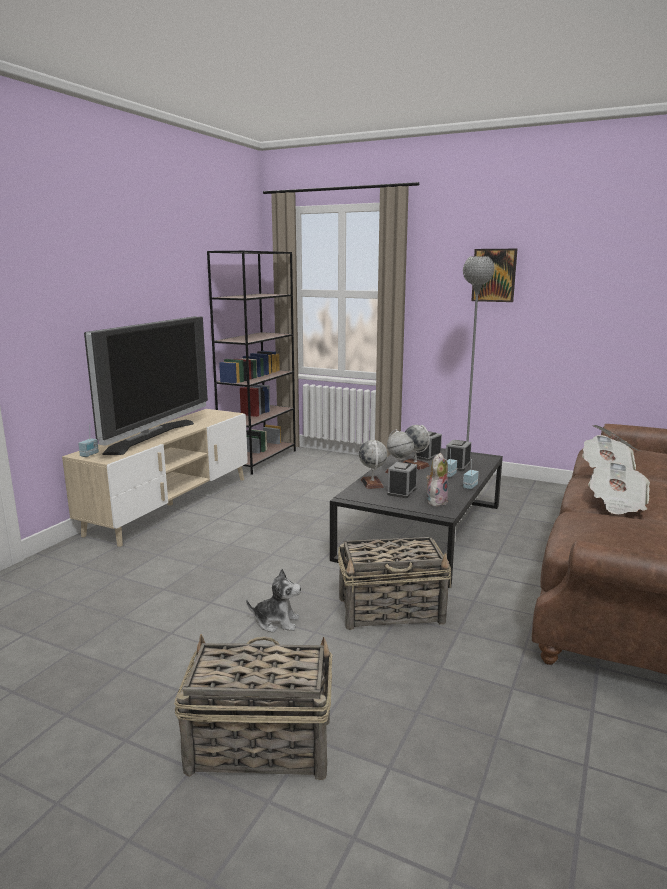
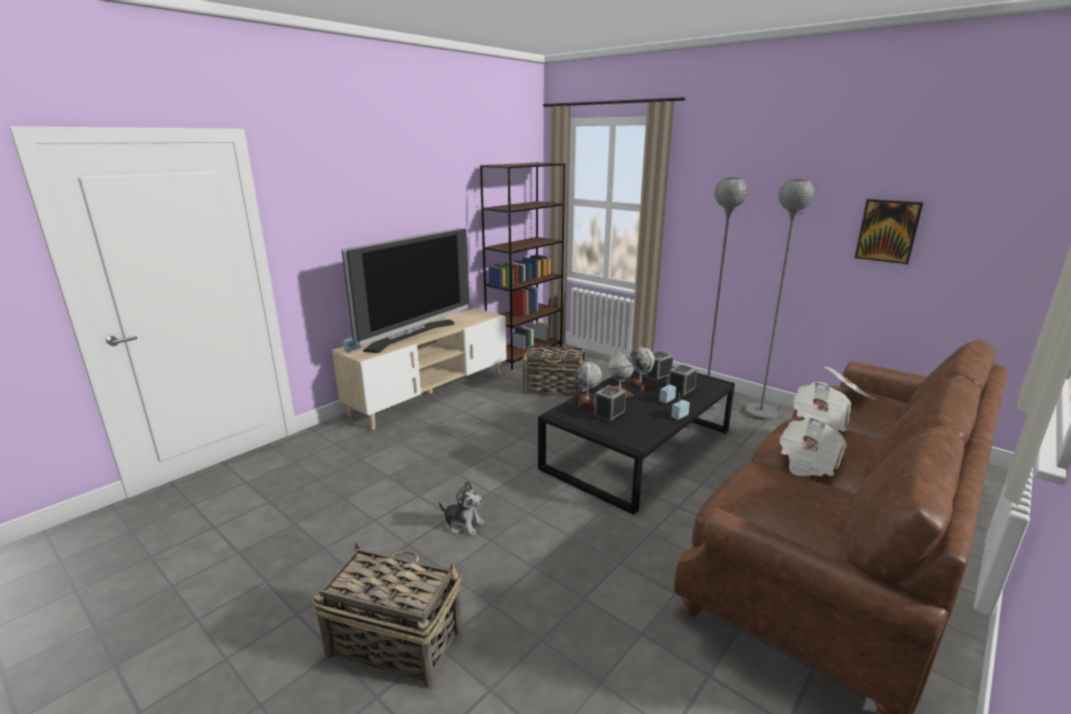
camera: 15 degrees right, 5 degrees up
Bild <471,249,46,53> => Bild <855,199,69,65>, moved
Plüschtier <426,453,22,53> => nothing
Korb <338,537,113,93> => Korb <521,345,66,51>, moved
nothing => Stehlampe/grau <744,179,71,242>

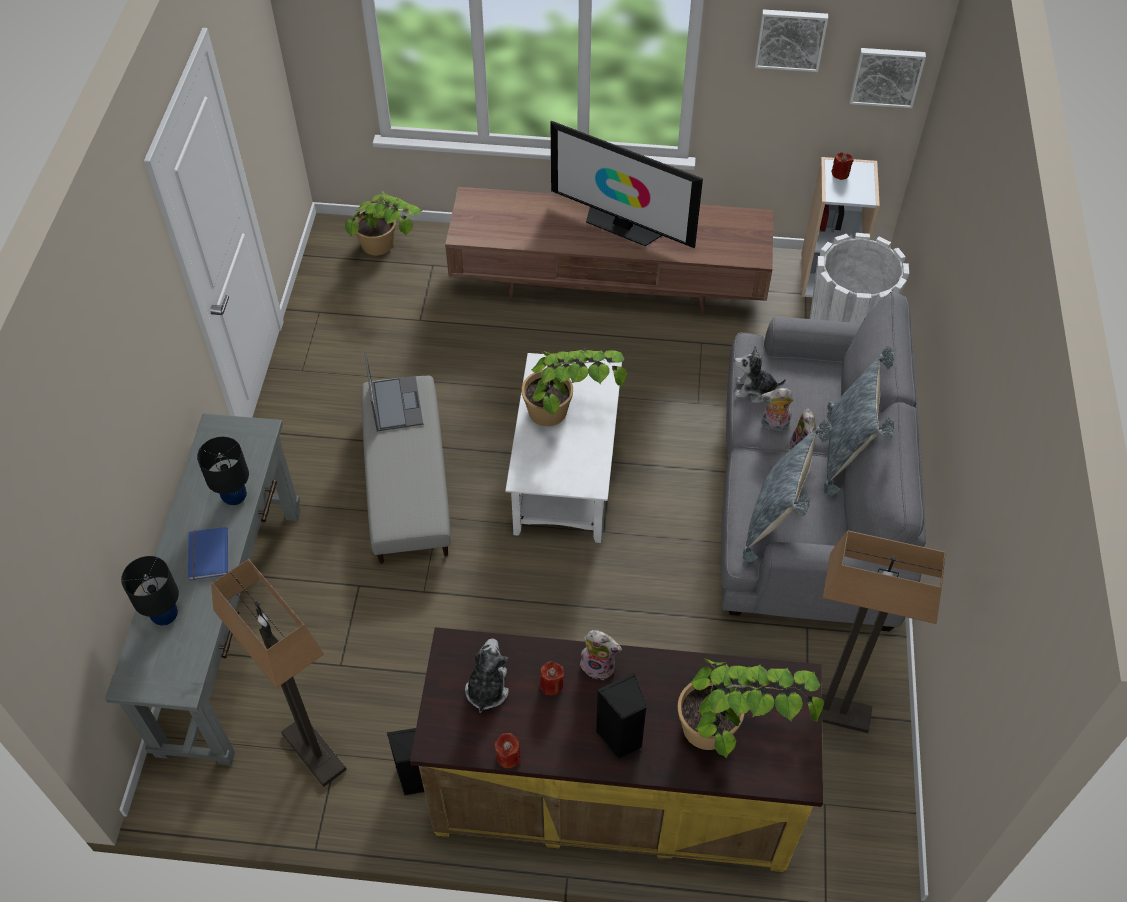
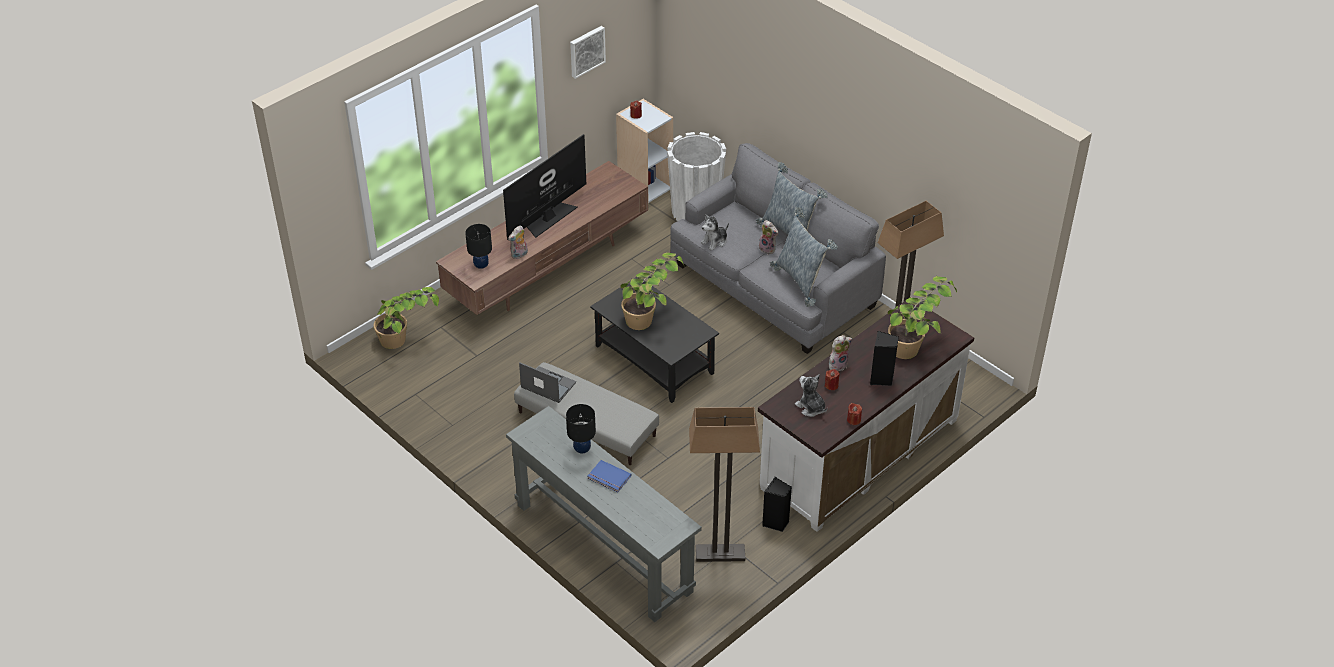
camera: 50 degrees left, 10 degrees down
Bild <850,48,76,60> => nothing
Fernseher <551,121,152,127> => Fernseher <503,134,83,106>, 150 degrees clockwise
Couchtisch/weiß <505,353,117,190> => Couchtisch/schwarz <590,277,129,126>
Plüschtier <761,388,33,43> => Plüschtier <508,225,20,34>, moved
Tischlampe/schwarz <121,556,58,70> => Tischlampe/schwarz <465,224,27,45>, moved
Schrank/gelb <410,627,413,245> => Schrank/weiß <758,301,216,231>

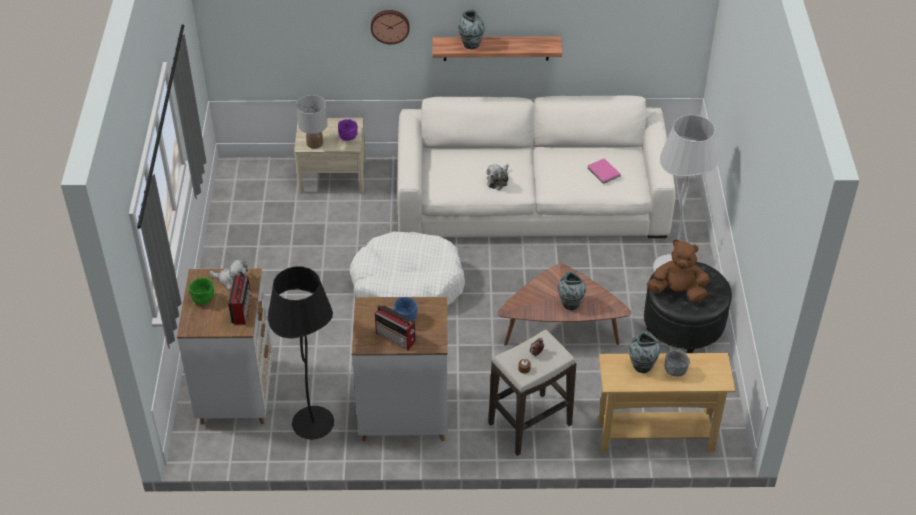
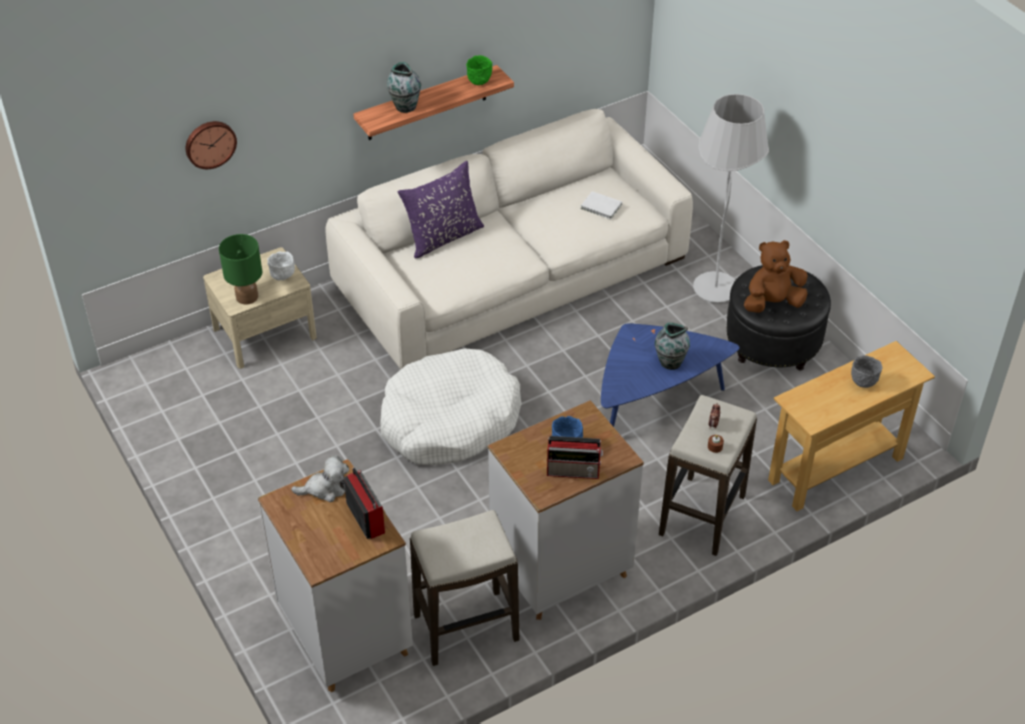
camera: 30 degrees left, 0 degrees up
Wanduhr <371,10,39,34> => Wanduhr <185,121,52,48>, moved
Tischlampe/grau <296,95,32,54> => Tischlampe/grün <219,234,43,71>
Schüssel/lila <338,119,20,22> => Schüssel/weiß <267,251,28,29>
Buch/rosa <587,158,34,26> => Buch/weiß <581,191,41,28>
Plüschtier <487,164,22,26> => nothing
Couchtisch/braun <497,264,134,82> => Couchtisch/blau <601,323,138,104>
Stehlampe/schwarz <268,266,66,173> => Hocker <410,510,109,156>
Schüssel/grün <189,277,25,28> => Schüssel/grün <466,55,26,30>, moved
Vase <628,331,32,42> => nothing
nothing => Kissen/lila <398,161,86,97>

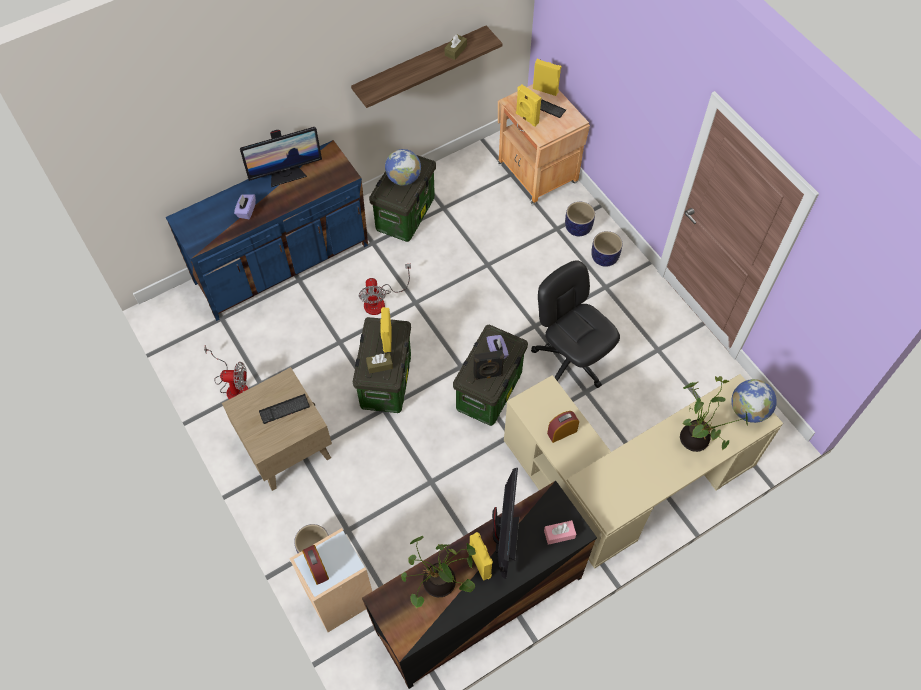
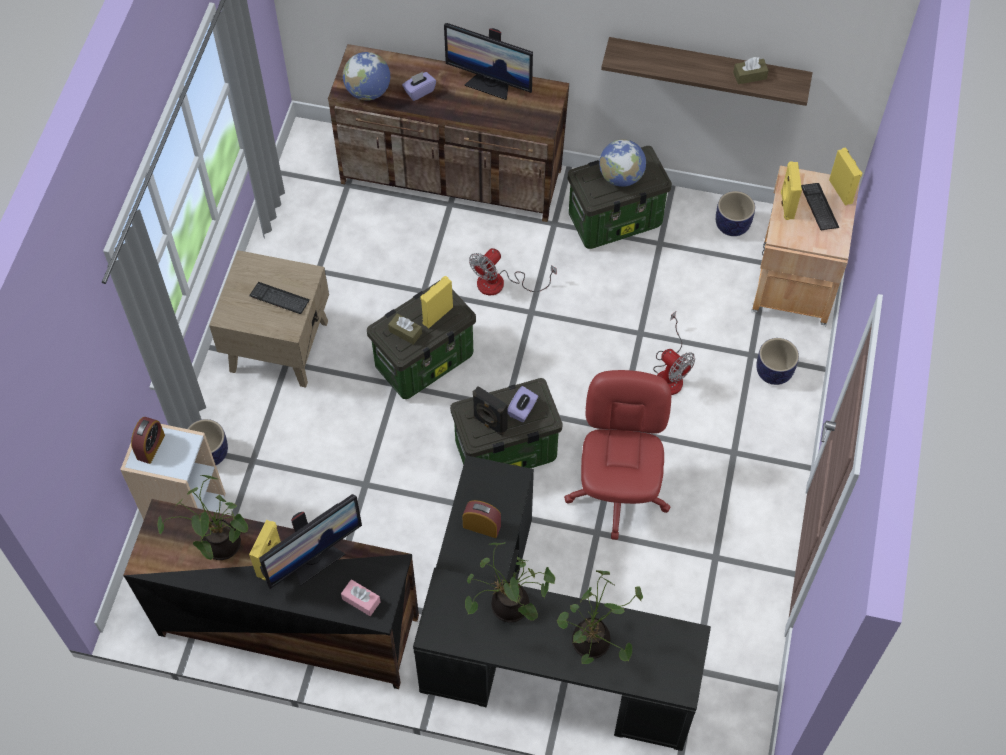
camera: 45 degrees right, 0 degrees up
Schrank/blau <166,140,202,181> => Schrank/braun <328,44,241,178>
Pflanzkübel <591,231,32,36> => Pflanzkübel <716,191,39,45>, moved
Bürostuhl/schwarz <531,260,89,128> => Bürostuhl/rot <564,370,107,170>
Ventilator <204,345,44,54> => Ventilator <653,311,42,84>, moved
Schreibtisch/beige <504,374,279,195> => Schreibtisch/schwarz <413,455,298,296>
Globus <731,379,46,44> => Globus <343,52,47,49>, moved
nothing => Topfpflanze <465,542,90,81>

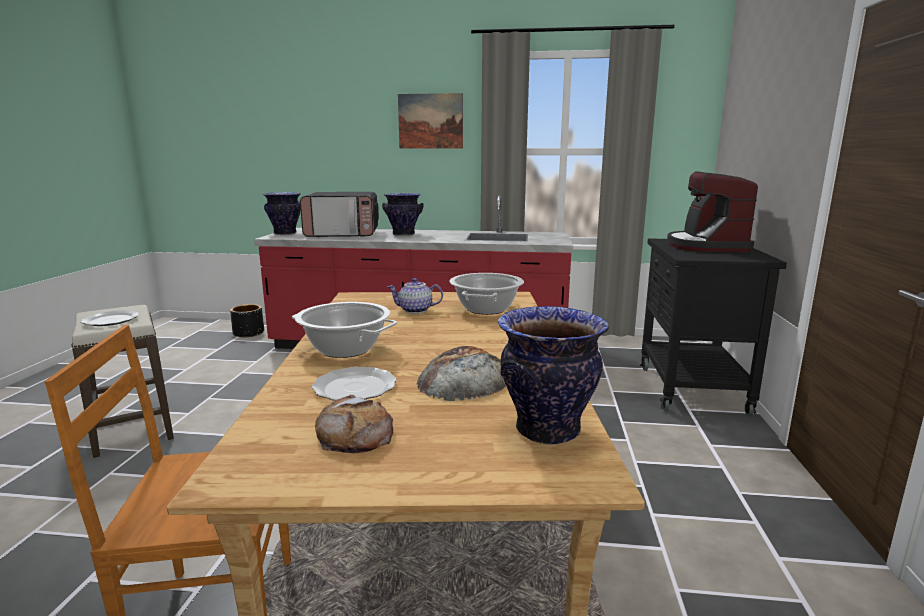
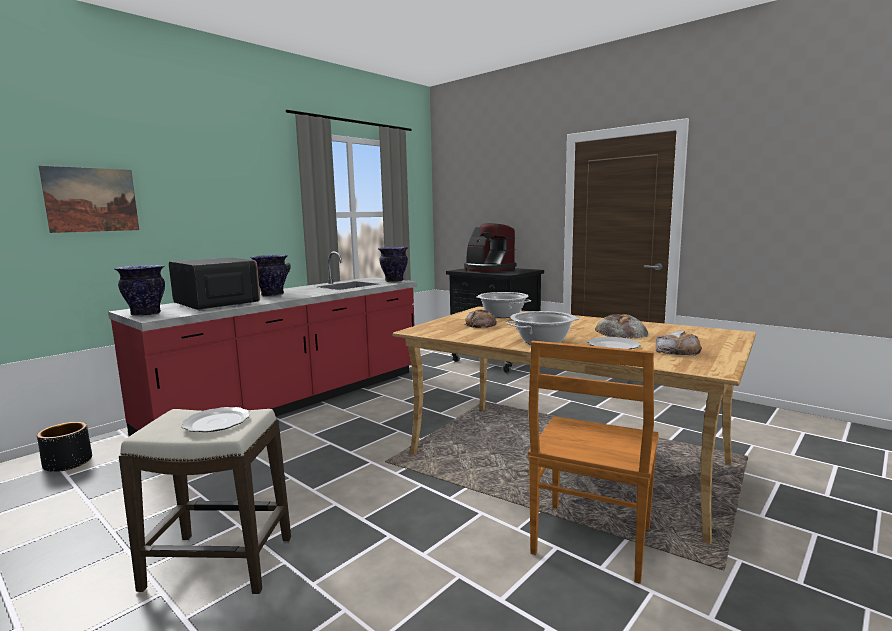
camera: 55 degrees left, 5 degrees down
Bild <398,93,65,55> => Bild <39,166,100,67>, moved
Mikrowelle <300,192,79,45> => Mikrowelle <169,257,91,54>, 75 degrees counterclockwise
Teekanne <387,278,56,36> => Brot <464,310,33,18>
Vase <498,306,111,139> => Vase <378,247,30,35>, moved

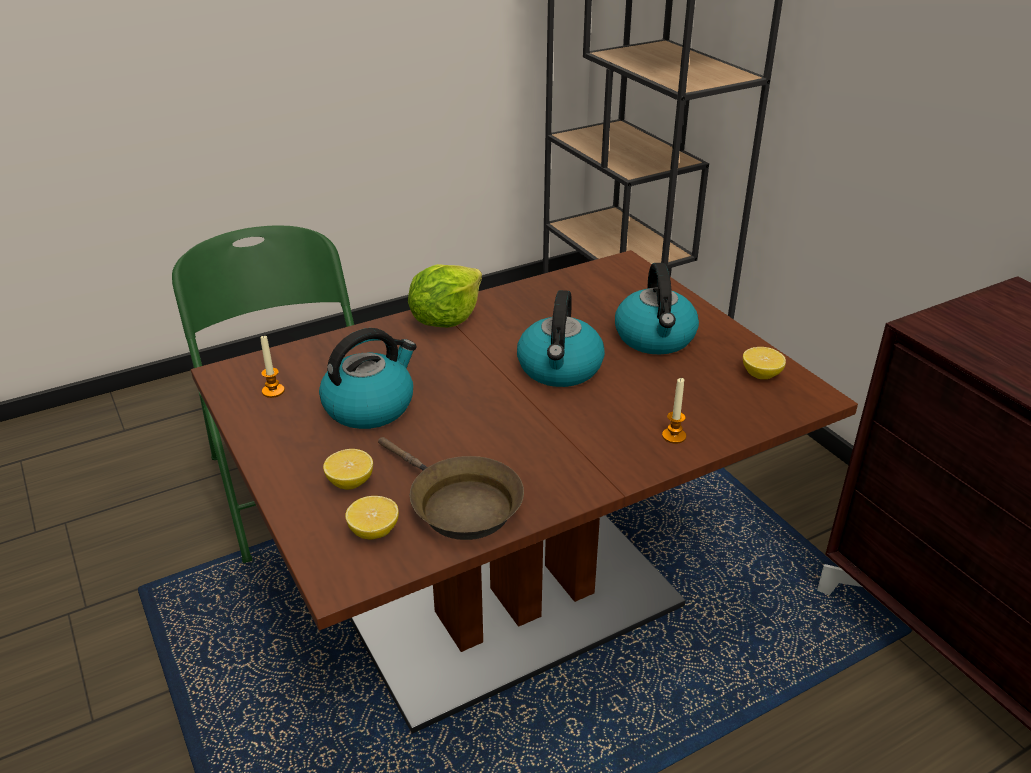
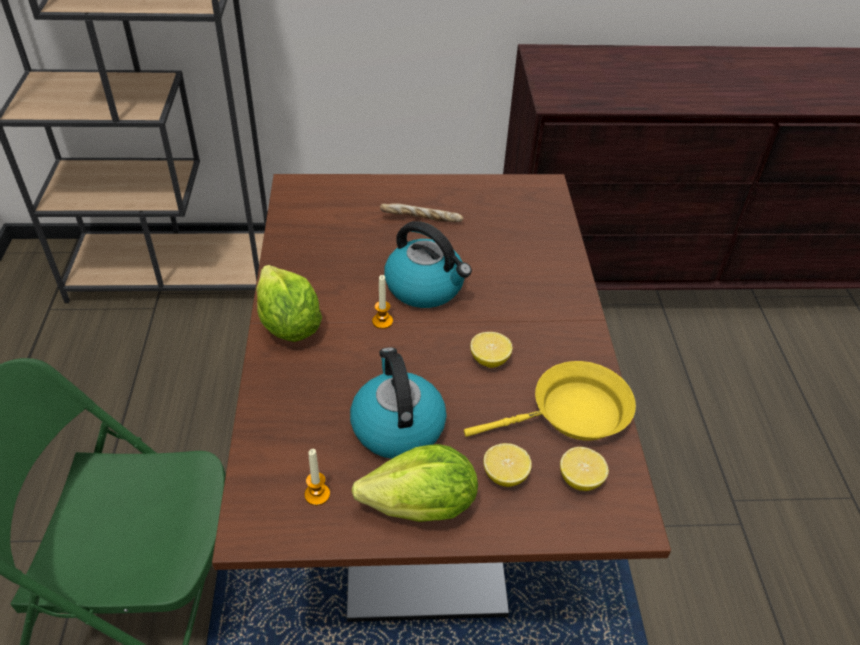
camera: 65 degrees left, 10 degrees up
Wasserkessel <615,263,84,92> => Brot <380,203,83,19>
Zitrone <743,347,43,32> => Zitrone <470,332,42,36>, moved
Kerze <662,378,24,66> => Kerze <372,275,21,54>, moved
Pfanne/braun <378,437,146,103> => Pfanne/gelb <464,361,172,80>
nothing => Salatkopf <351,444,127,78>

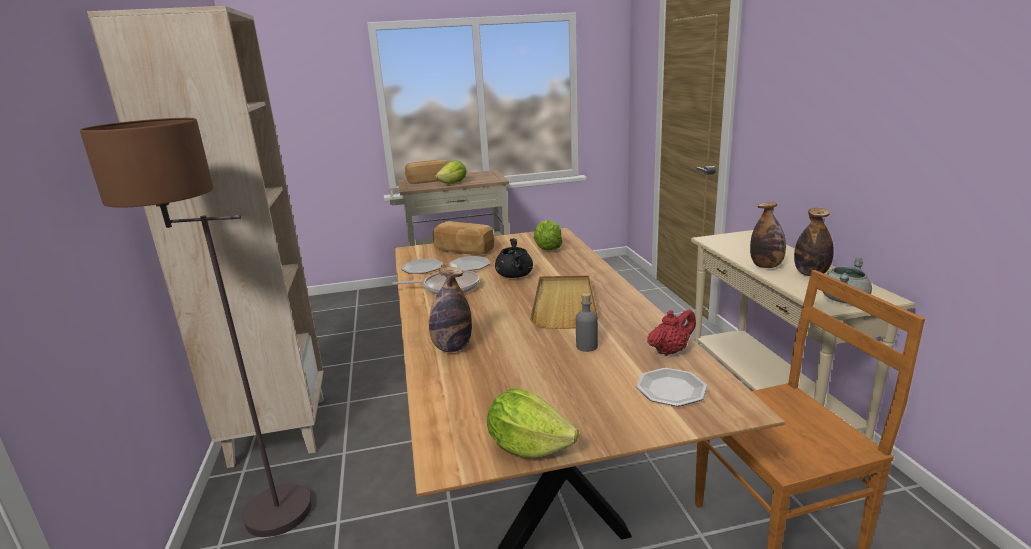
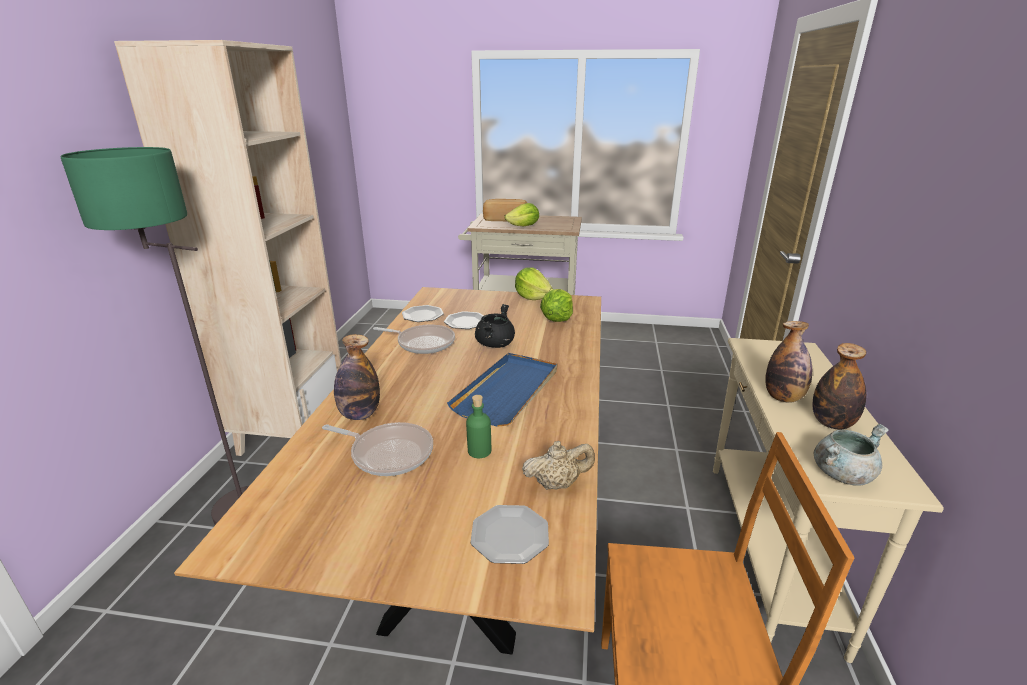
camera: 20 degrees right, 5 degrees up
Stehlampe/braun <80,118,232,419> => Stehlampe/grün <61,147,188,378>
Brot <433,221,61,34> => nothing
Tablett/beige <530,275,68,54> => Tablett/blau <447,353,110,74>
Flasche/grau <576,293,22,59> => Flasche/grün <466,395,25,63>
Teekanne/rot <647,310,49,46> => Teekanne/beige <522,441,73,49>
Salatkopf <487,389,92,69> => Salatkopf <515,267,38,33>, moved
nothing => Pfanne <322,422,111,54>

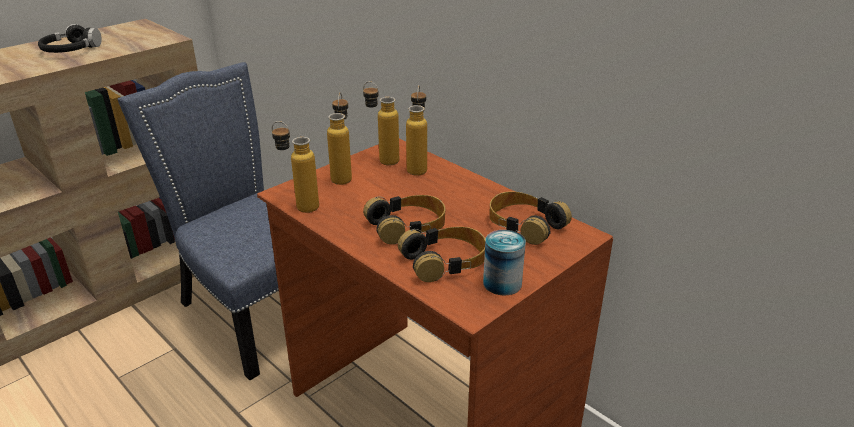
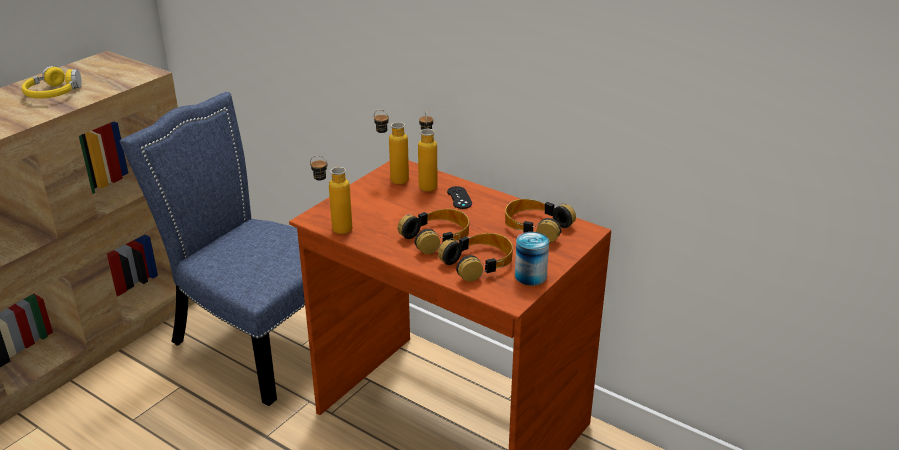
camera: 10 degrees left, 0 degrees up
Kopfhörer/schwarz <38,24,64,29> => Kopfhörer/gelb <22,66,59,33>
Flasche <327,92,25,93> => nothing
nothing => Gamepad/schwarz <447,186,25,23>

